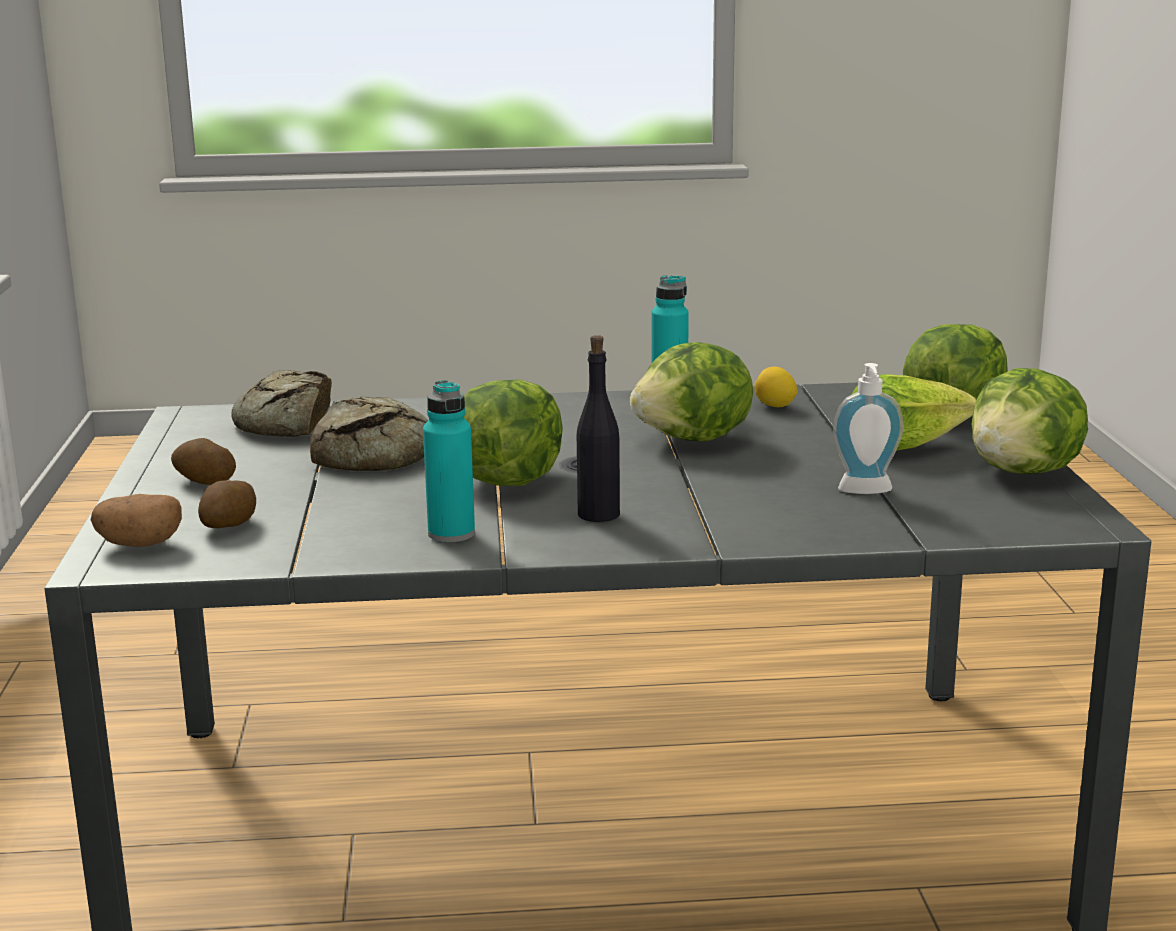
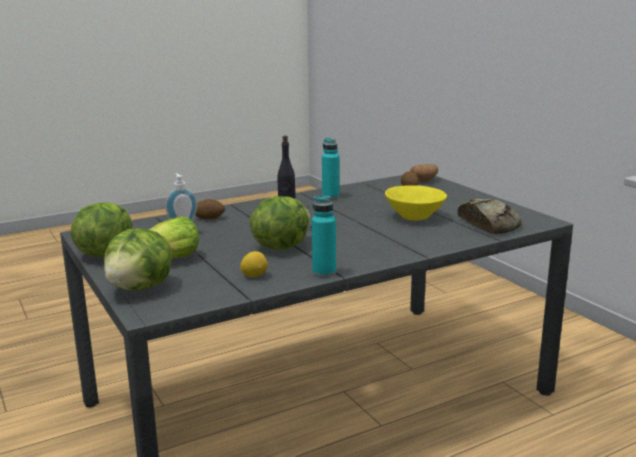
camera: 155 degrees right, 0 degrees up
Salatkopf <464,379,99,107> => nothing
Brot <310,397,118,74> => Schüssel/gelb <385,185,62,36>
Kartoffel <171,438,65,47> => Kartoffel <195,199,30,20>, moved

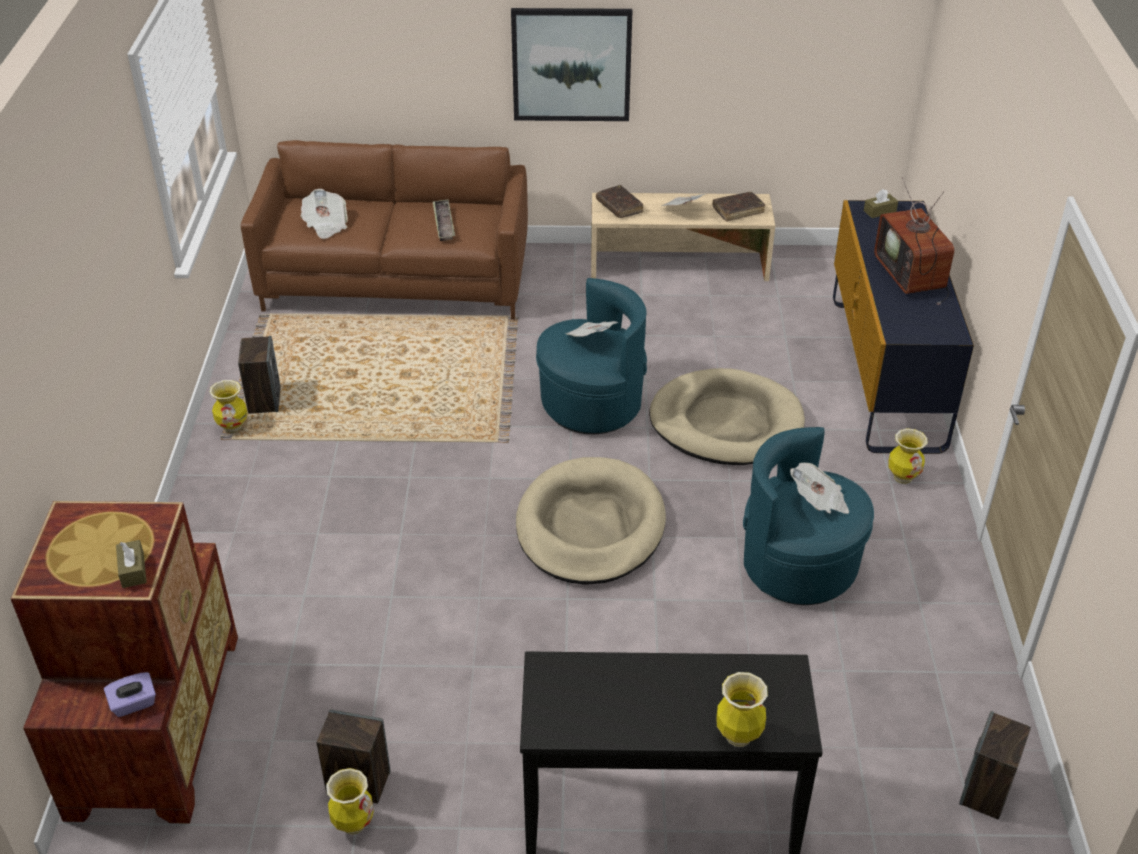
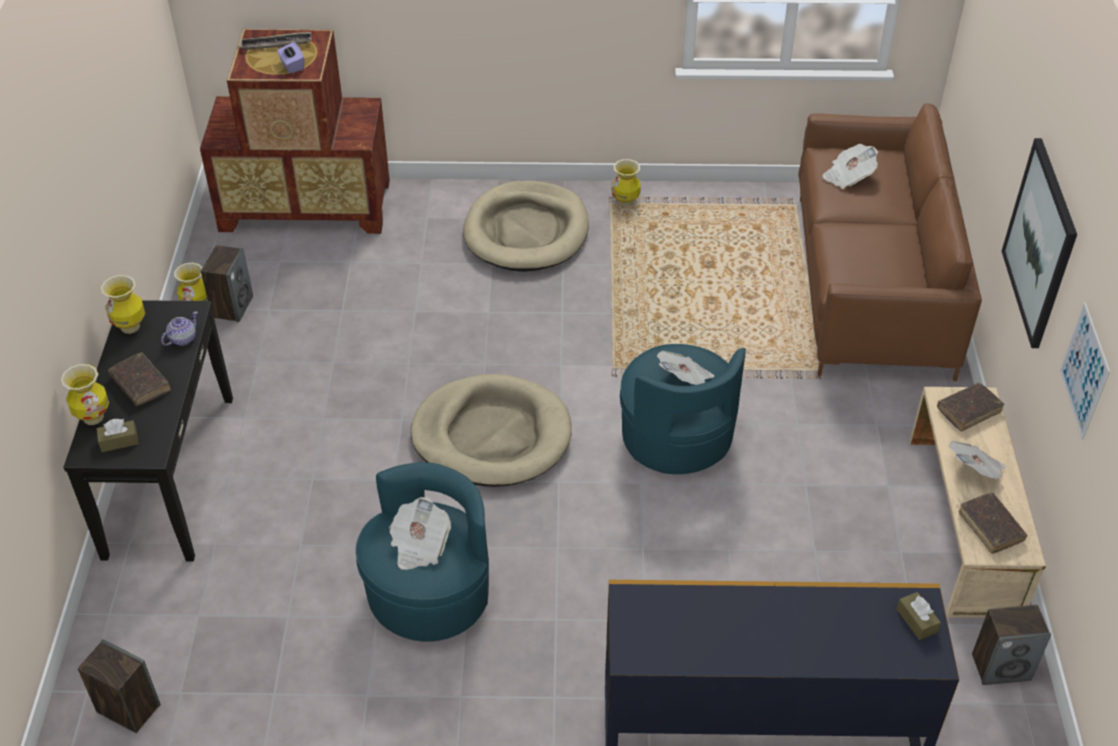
camera: 90 degrees right, 5 degrees up
Fernseher <874,177,80,128> => nothing
Tablett <432,199,23,42> => Tablett <240,32,72,19>, moved
Lautsprecher <238,336,43,78> => Lautsprecher <972,605,79,80>, moved
Hundebett/beige <649,368,156,97> => Hundebett/beige <463,181,126,91>, moved
Vase <888,428,40,56> => Vase <101,275,44,59>, moved
Taschentuchbox/braun <116,540,31,48> => Taschentuchbox/braun <96,419,43,33>, moved
Taschentuchbox/lila <104,672,52,45> => Taschentuchbox/lila <277,42,27,31>, moved
nothing => Bild <1059,302,51,138>
nothing => Teekanne <161,311,37,35>
nothing => Buch/braun <108,352,63,54>

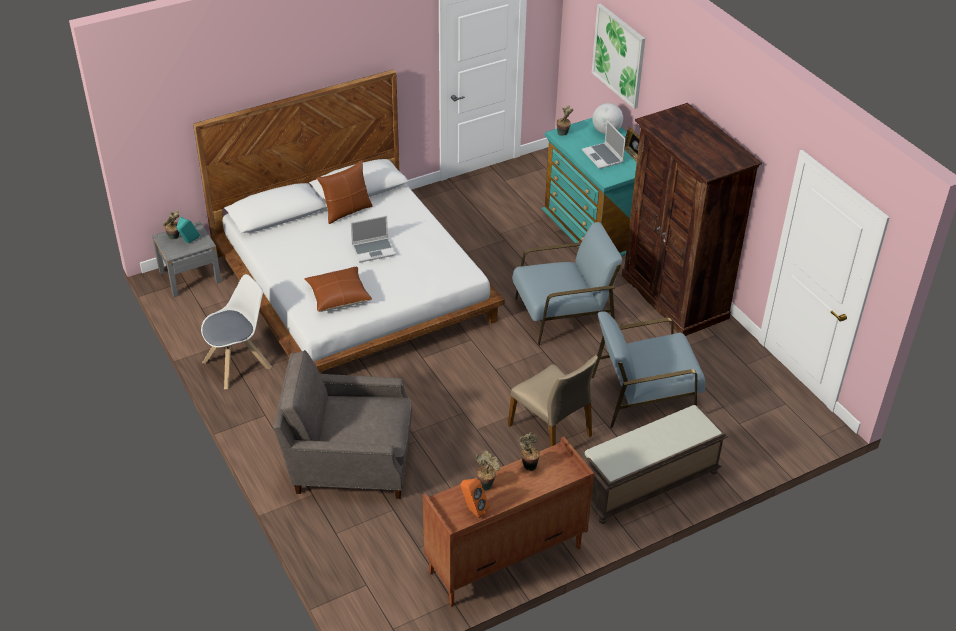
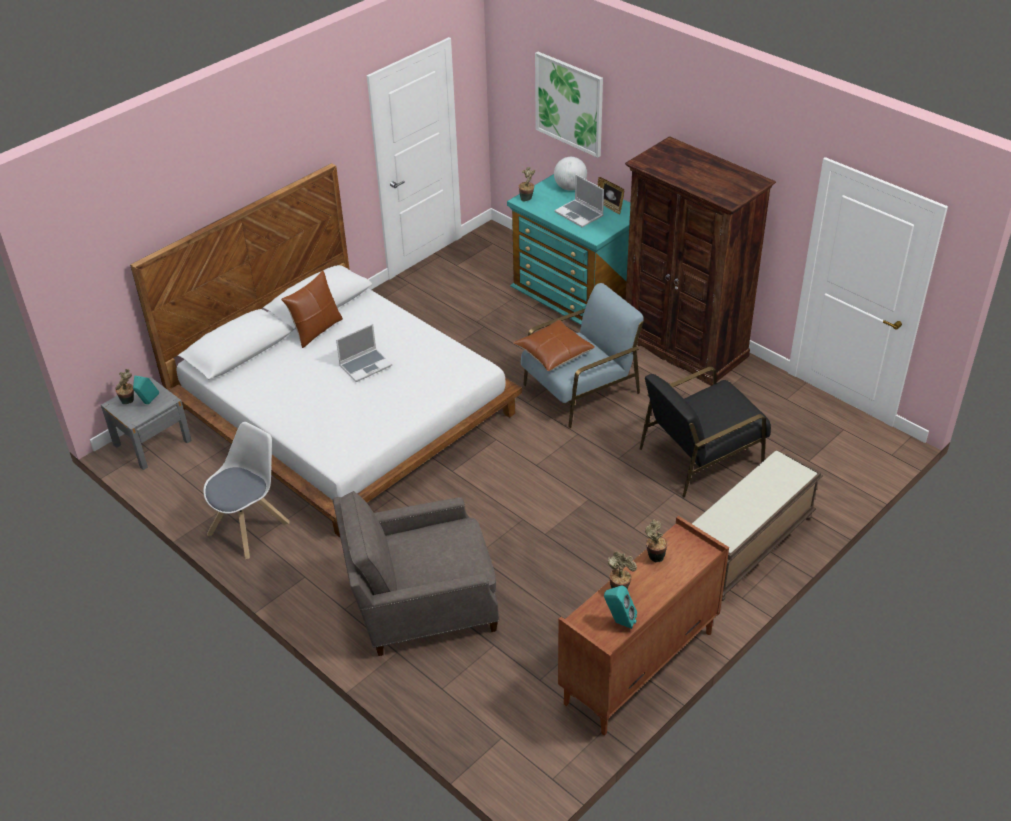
camera: 15 degrees left, 0 degrees up
Kissen/braun <304,267,68,45> => Kissen/braun <513,320,82,51>, moved
Sessel/blau <591,311,114,117> => Sessel/schwarz <640,367,131,130>
Stuhl/beige <508,355,90,92> => nothing
Lautsprecher/orange <460,479,29,39> => Lautsprecher/türkis <604,586,33,43>

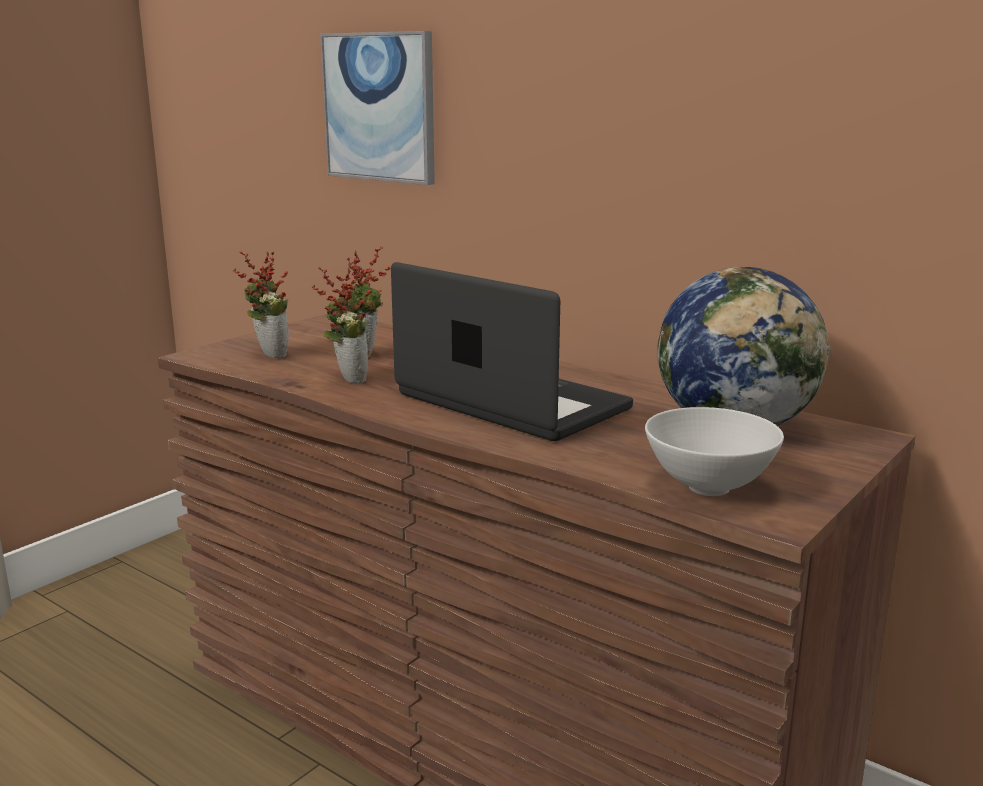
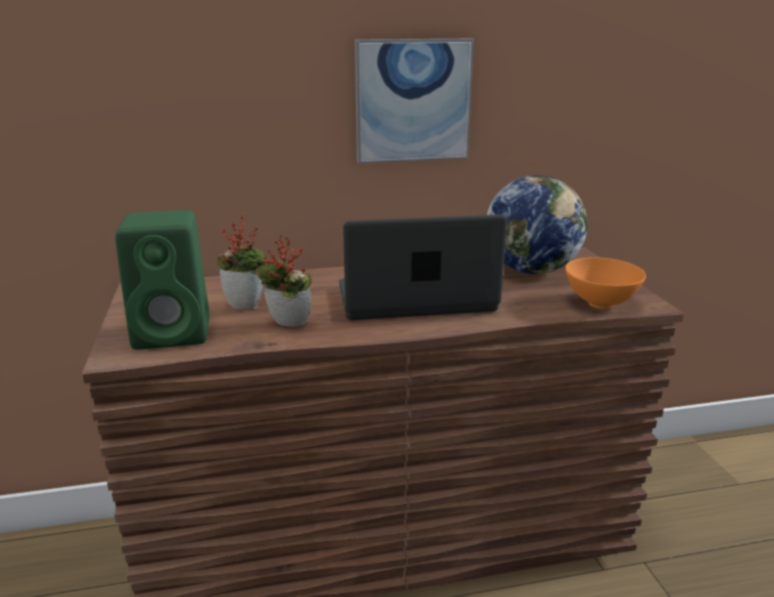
camera: 50 degrees left, 5 degrees up
Bild <320,31,115,154> => Bild <355,39,119,124>, moved
Topfpflanze <233,251,56,107> => Lautsprecher/grün <115,210,94,140>
Schüssel/weiß <645,407,139,89> => Schüssel/orange <565,257,81,52>

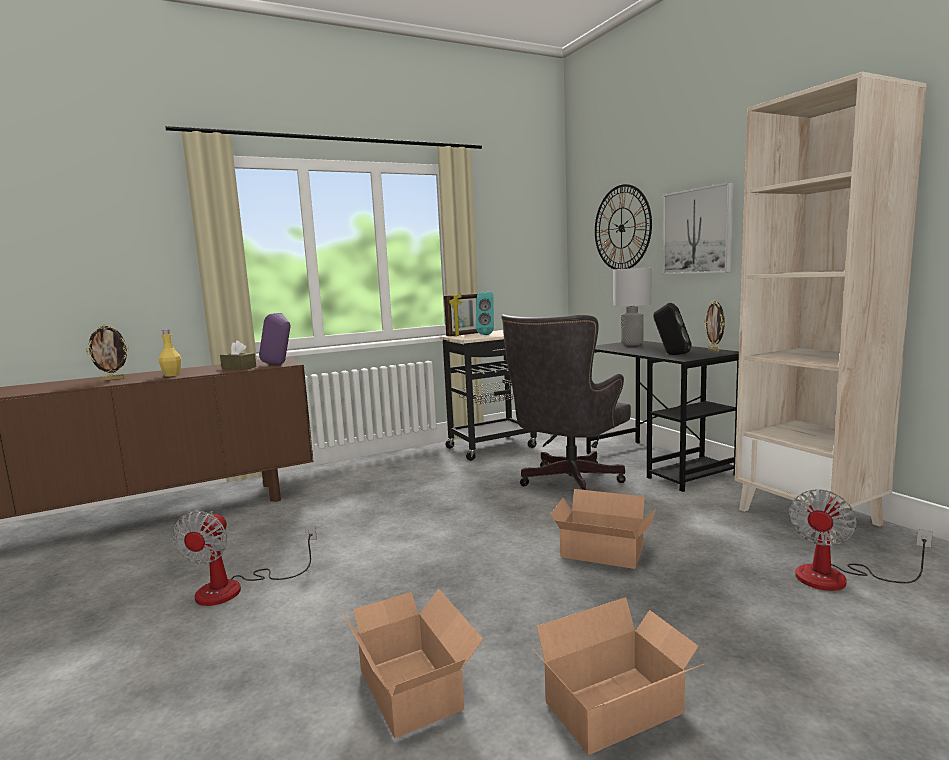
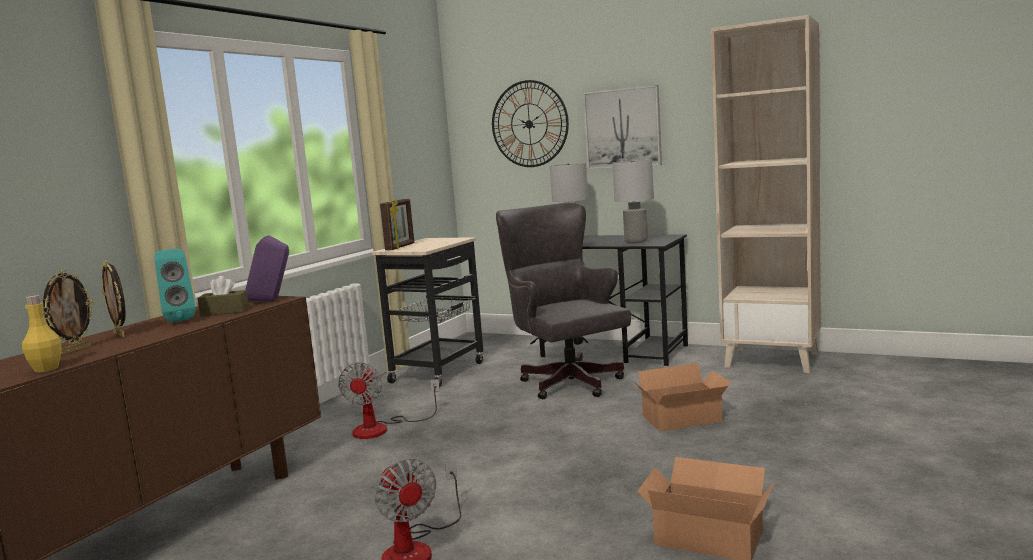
camera: 35 degrees left, 0 degrees up
Lautsprecher/türkis <476,292,18,43> => Lautsprecher/türkis <154,249,42,73>, moved
Bilderrahmen <704,300,21,51> => Bilderrahmen <102,260,24,77>, moved
Lautsprecher/schwarz <653,303,39,52> => Tischlampe/grau <612,160,42,84>
Bürostuhl/grau <501,314,130,176> => Bürostuhl/grau <496,202,135,197>, 150 degrees clockwise
Flasche/gelb <159,329,22,48> => Flasche/gelb <22,295,39,78>, moved
Ventilator <789,489,144,102> => Ventilator <338,362,102,77>, moved
Karton <532,597,174,158> => nothing

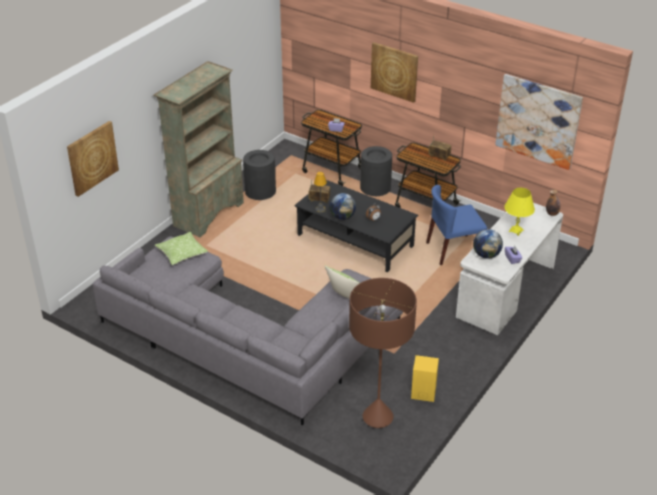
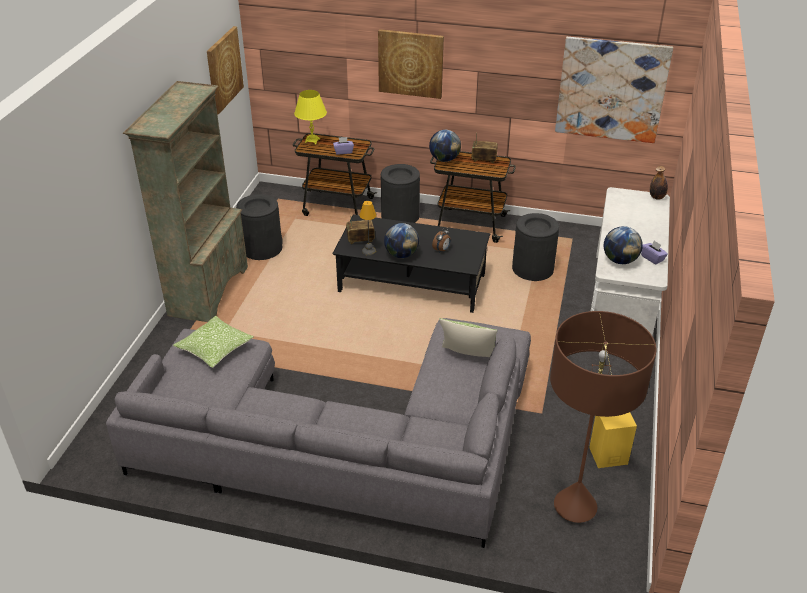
camera: 20 degrees left, 0 degrees up
Bild <67,121,52,76> => Bild <207,26,37,89>, moved
Stuhl/blau <426,185,61,80> => Mülleimer/schwarz <512,213,47,68>
Tischlampe/gelb <504,188,31,48> => Tischlampe/gelb <294,90,33,54>, moved
nothing => Globus <429,130,32,32>

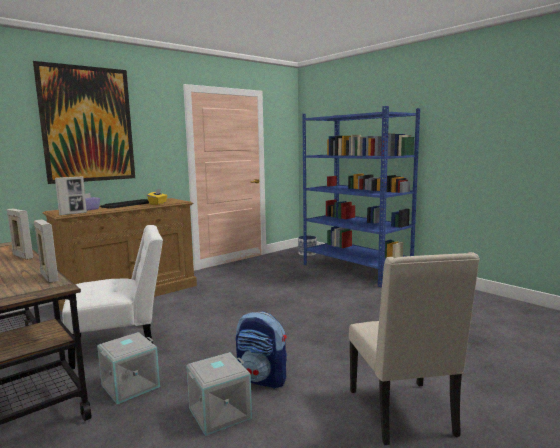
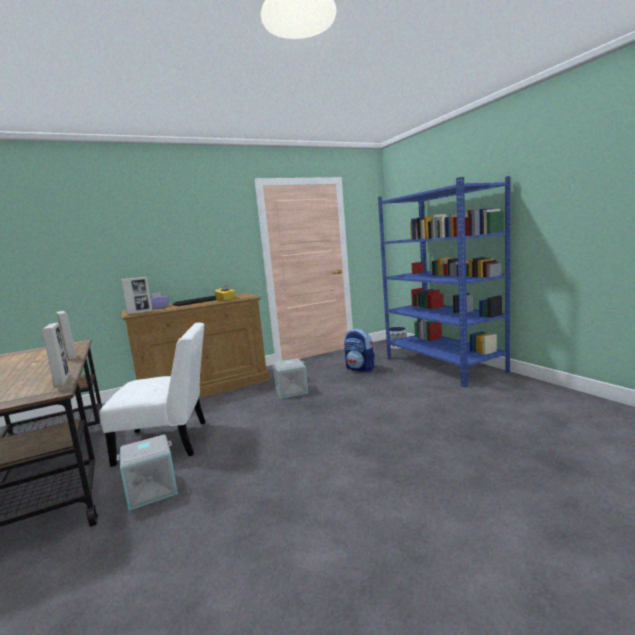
camera: 15 degrees right, 0 degrees up
Bild <33,61,102,123> => nothing
Stuhl/beige <349,252,131,193> => nothing
Rucksack <236,312,51,77> => Rucksack <344,329,31,43>, moved
Aufbewahrungsbox/grau <186,352,66,84> => Aufbewahrungsbox/grau <273,358,35,41>, moved

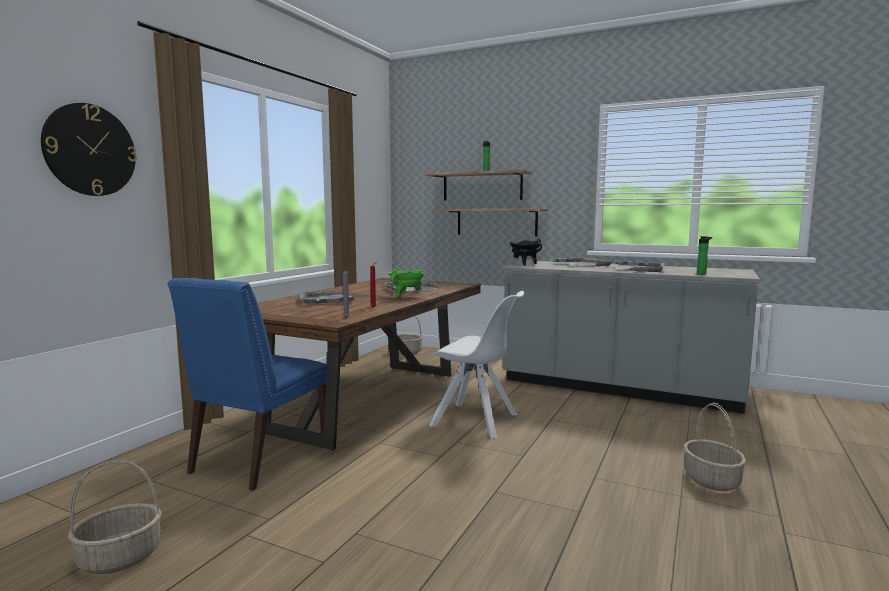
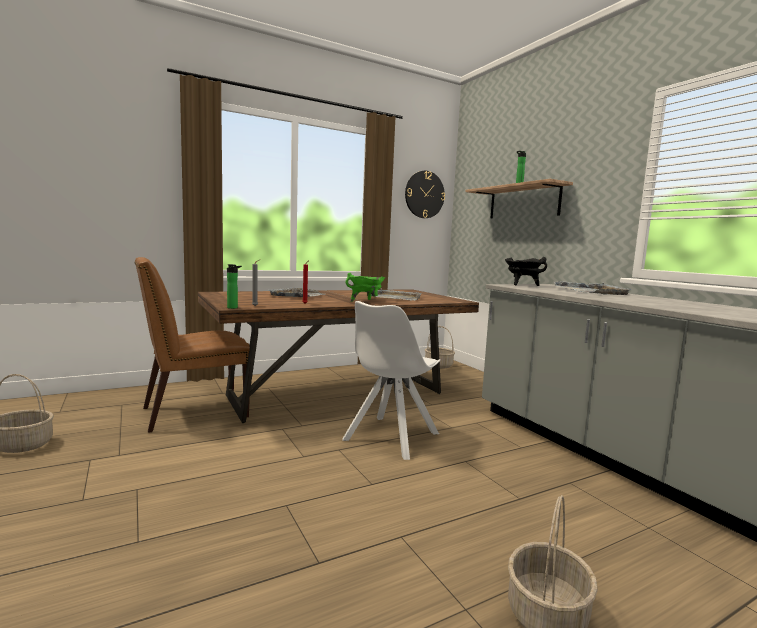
camera: 35 degrees right, 0 degrees up
Wanduhr <41,103,96,93> => Wanduhr <405,171,40,47>, moved
Wandregal <438,208,110,28> => nothing
Flasche <697,236,15,39> => Flasche <227,264,15,45>, moved
Tablett/grau <614,260,51,12> => nothing
Stuhl/blau <168,278,161,213> => Stuhl/braun <134,257,116,175>
Stuhl/weiß <429,290,95,148> => Stuhl/weiß <342,301,98,159>, 60 degrees clockwise

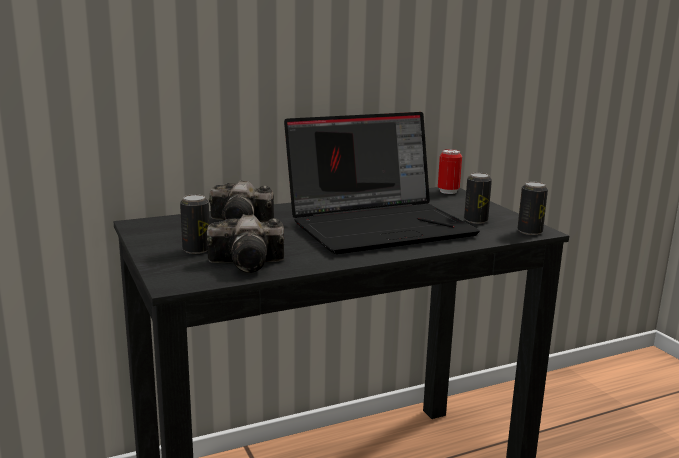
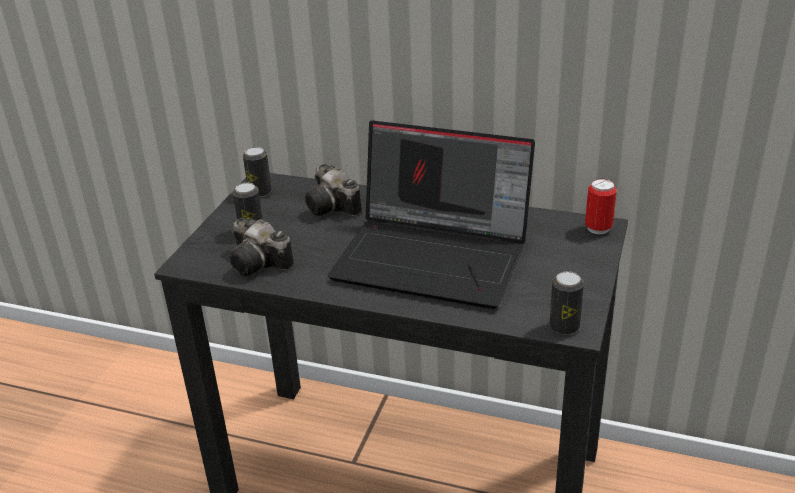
camera: 45 degrees right, 15 degrees up
Dose <464,173,28,51> => Dose <243,147,29,50>, moved

